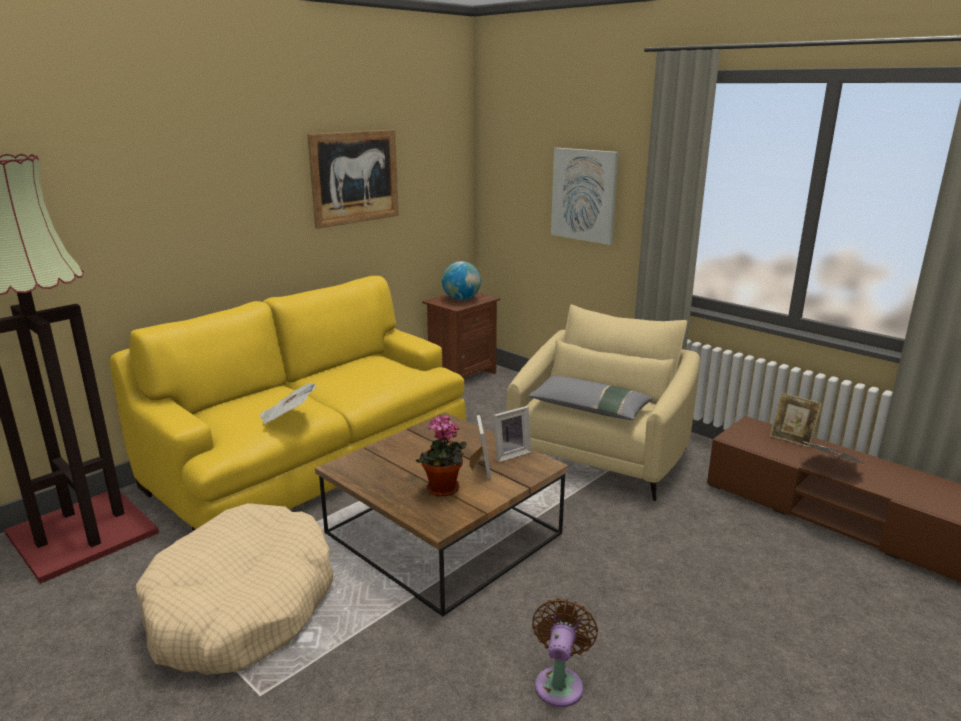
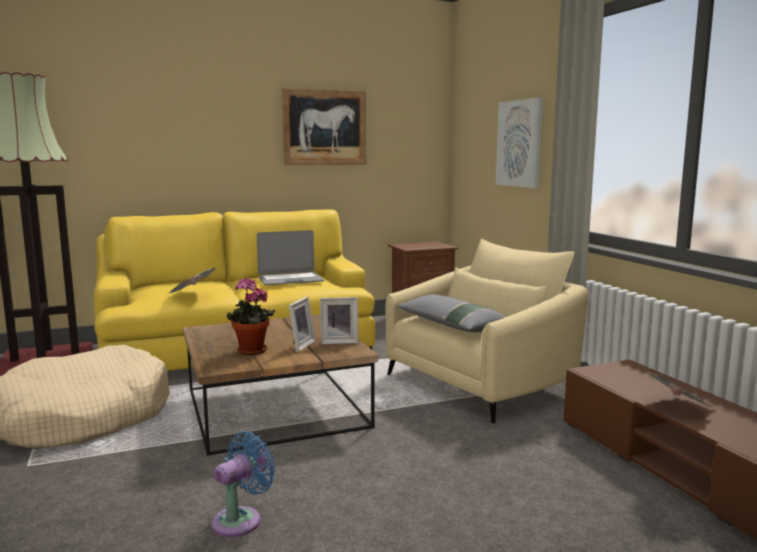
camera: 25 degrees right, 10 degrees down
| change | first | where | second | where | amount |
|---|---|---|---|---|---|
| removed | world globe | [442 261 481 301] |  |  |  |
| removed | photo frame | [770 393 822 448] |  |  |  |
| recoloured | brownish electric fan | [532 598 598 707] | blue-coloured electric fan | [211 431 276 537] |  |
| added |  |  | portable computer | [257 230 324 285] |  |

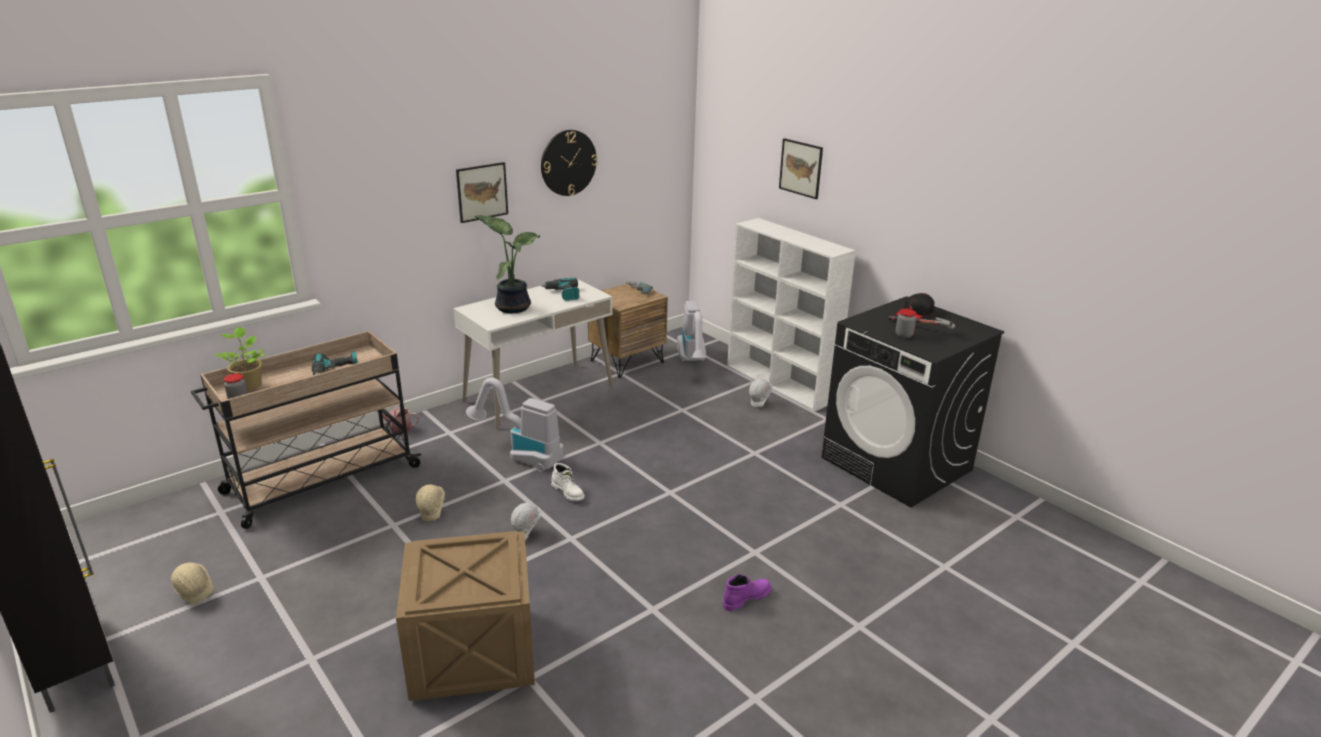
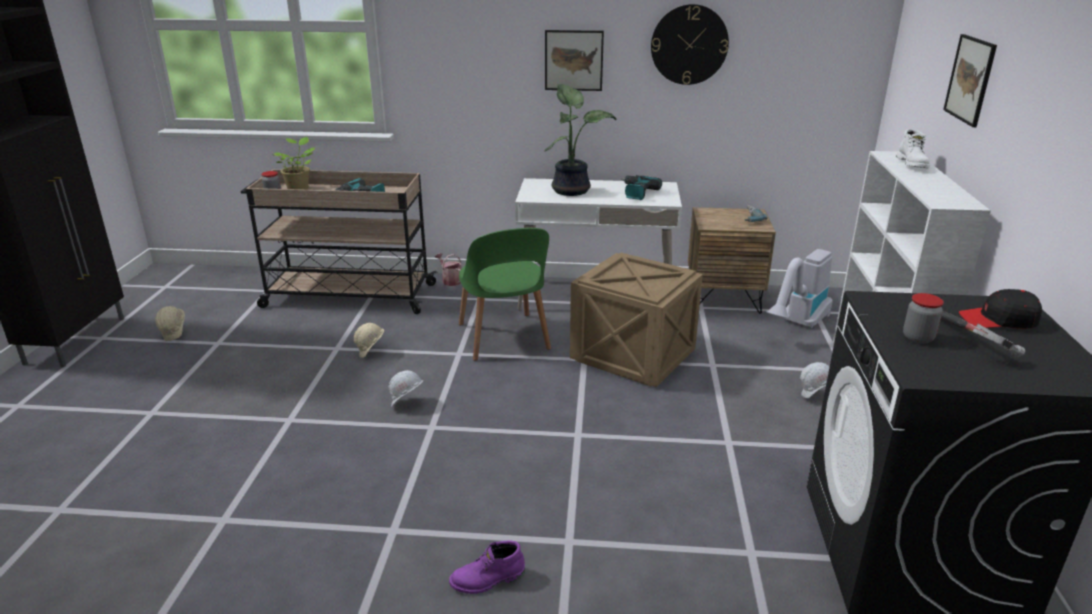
camera: 45 degrees right, 0 degrees up
| change | first | where | second | where | amount |
|---|---|---|---|---|---|
| replaced | hoover | [466 378 564 472] | green-coloured plain chair | [459 228 551 361] |  |
| moved | white tall boot | [551 463 585 501] |  | [896 129 930 168] |  |
| moved | packing crate | [396 531 535 701] |  | [570 253 703 387] |  |
| turned | purple-coloured tall boot | [723 574 772 611] |  | [449 540 525 594] | 150 degrees clockwise |

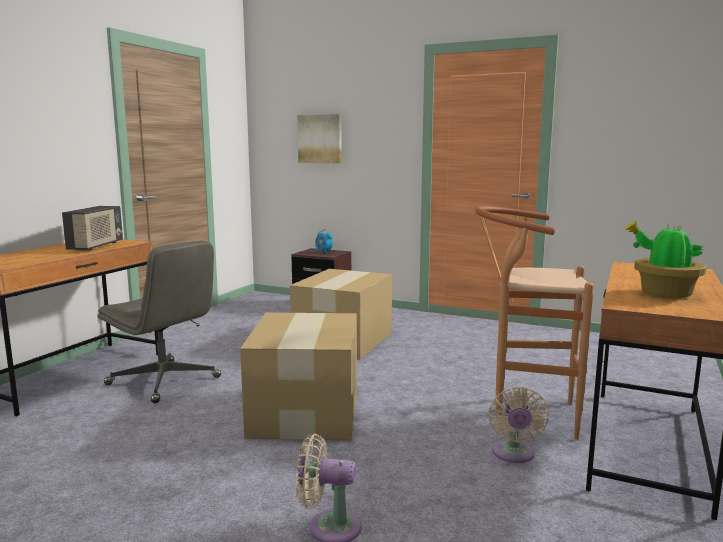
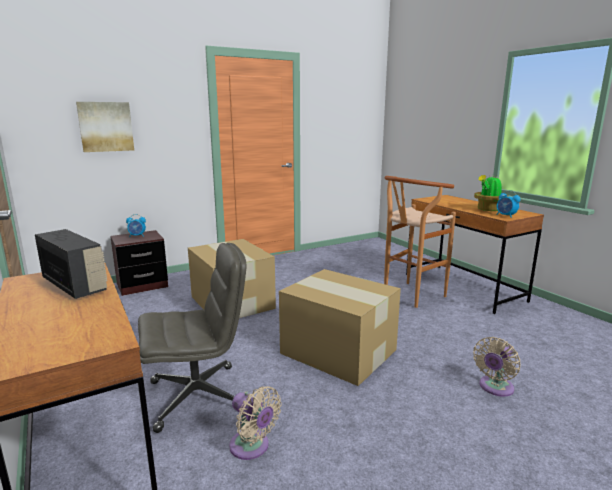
camera: 55 degrees left, 5 degrees up
| change | first | where | second | where | amount |
|---|---|---|---|---|---|
| moved | sand-coloured electric fan | [489 387 549 463] |  | [229 386 282 460] |  |
| added |  |  | bedside clock | [496 190 521 218] |  |

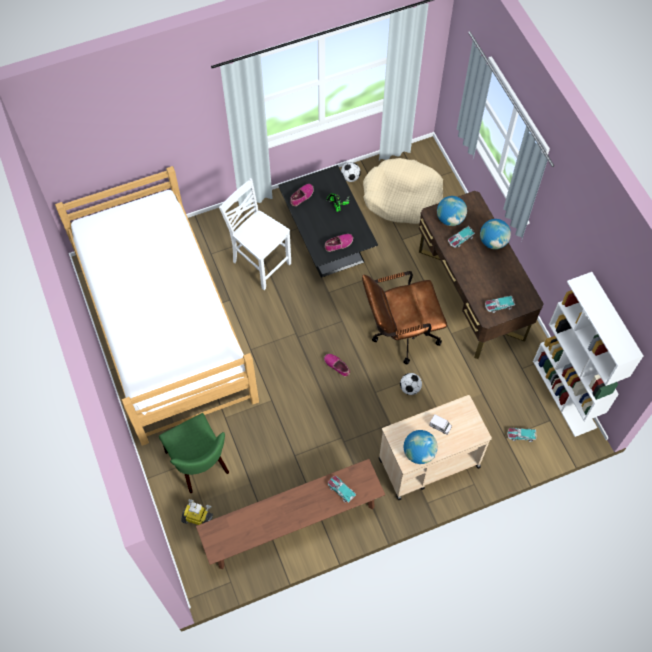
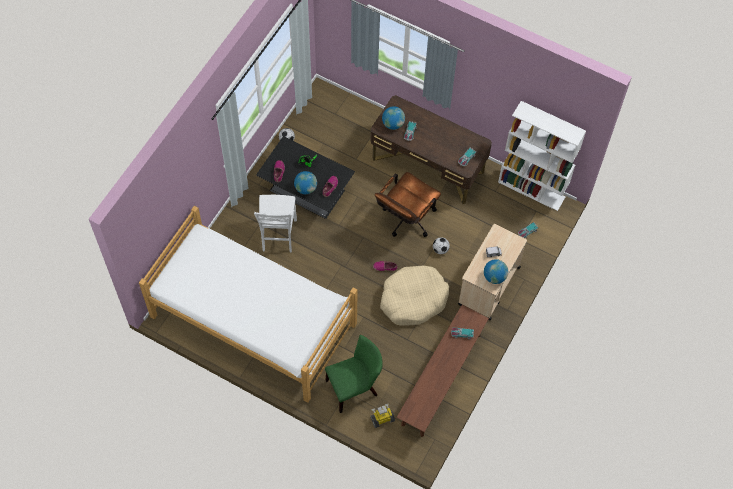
camera: 40 degrees left, 0 degrees up
| change | first | where | second | where | amount |
|---|---|---|---|---|---|
| moved | sand-coloured dog cushion | [363 158 443 224] |  | [380 266 449 326] |  |
| turned | white plain chair | [219 178 291 290] |  | [254 195 297 253] | 90 degrees counterclockwise |
| moved | world globe | [480 219 511 249] |  | [294 171 317 194] |  |
| turned | green-coloured plain chair | [159 413 229 493] |  | [325 335 383 413] | 45 degrees counterclockwise |

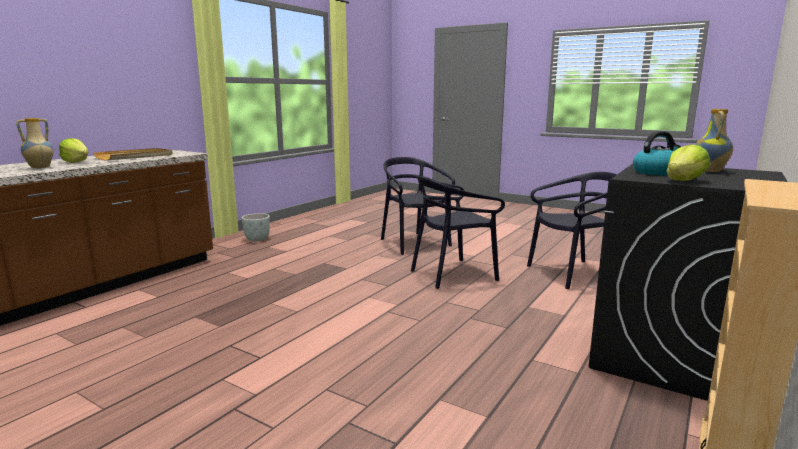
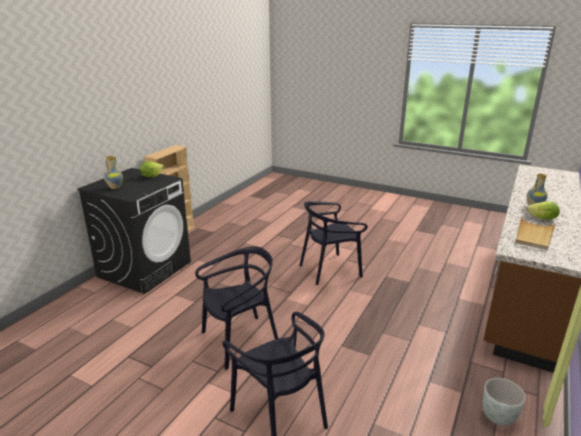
camera: 175 degrees right, 10 degrees up
| change | first | where | second | where | amount |
|---|---|---|---|---|---|
| removed | kettle | [633 131 681 175] |  |  |  |
| moved | blackish plain chair | [527 172 617 289] |  | [299 201 367 285] |  |

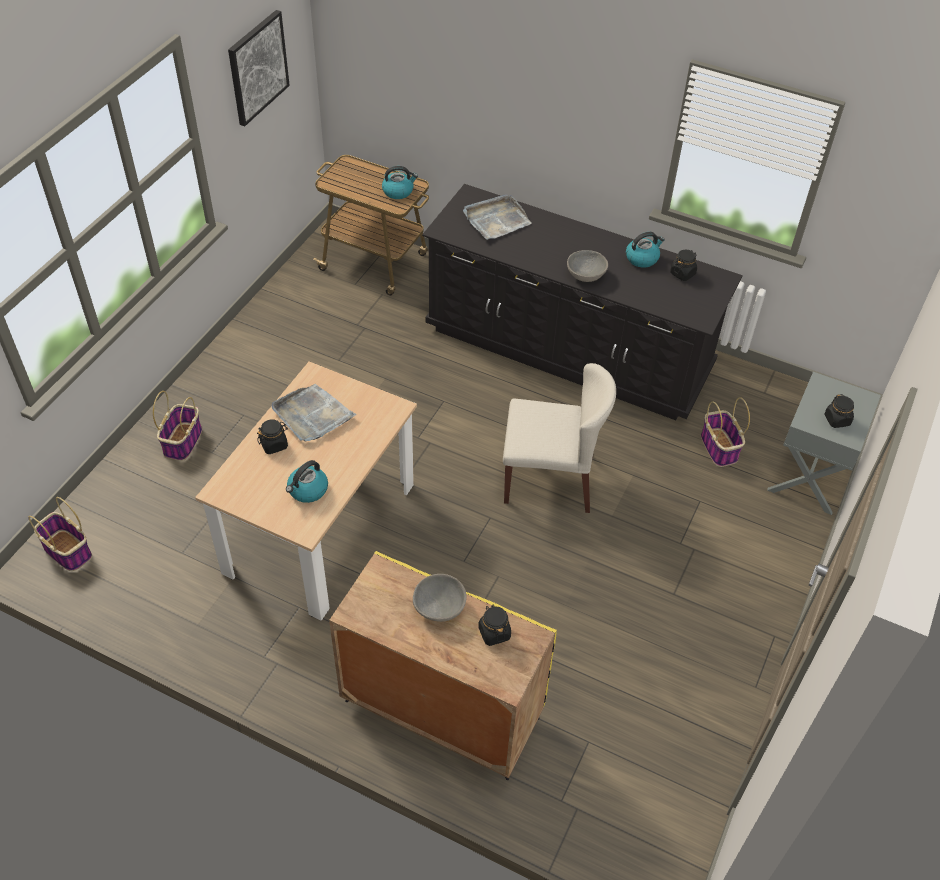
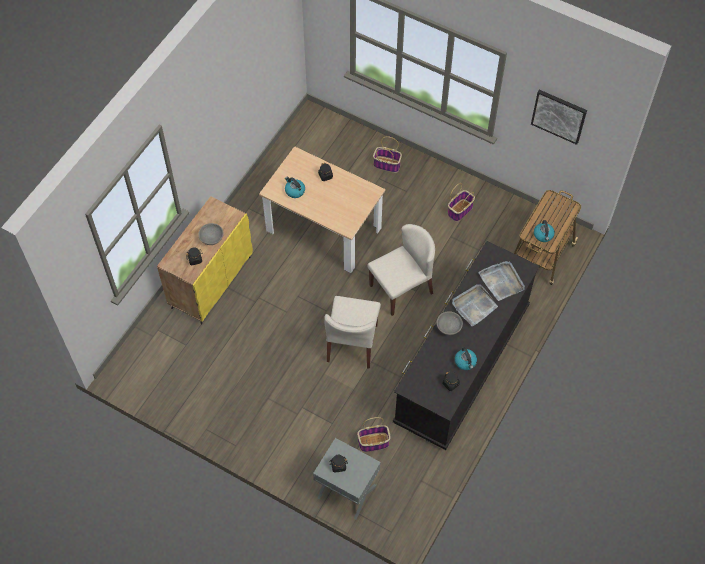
camera: 95 degrees right, 10 degrees up
| change | first | where | second | where | amount |
|---|---|---|---|---|---|
| moved | greyish tray | [272 384 357 442] |  | [452 284 498 327] |  |
| moved | basket | [28 497 92 571] |  | [448 183 475 222] |  |
| added |  |  | sand-coloured plain chair | [367 224 435 316] |  |

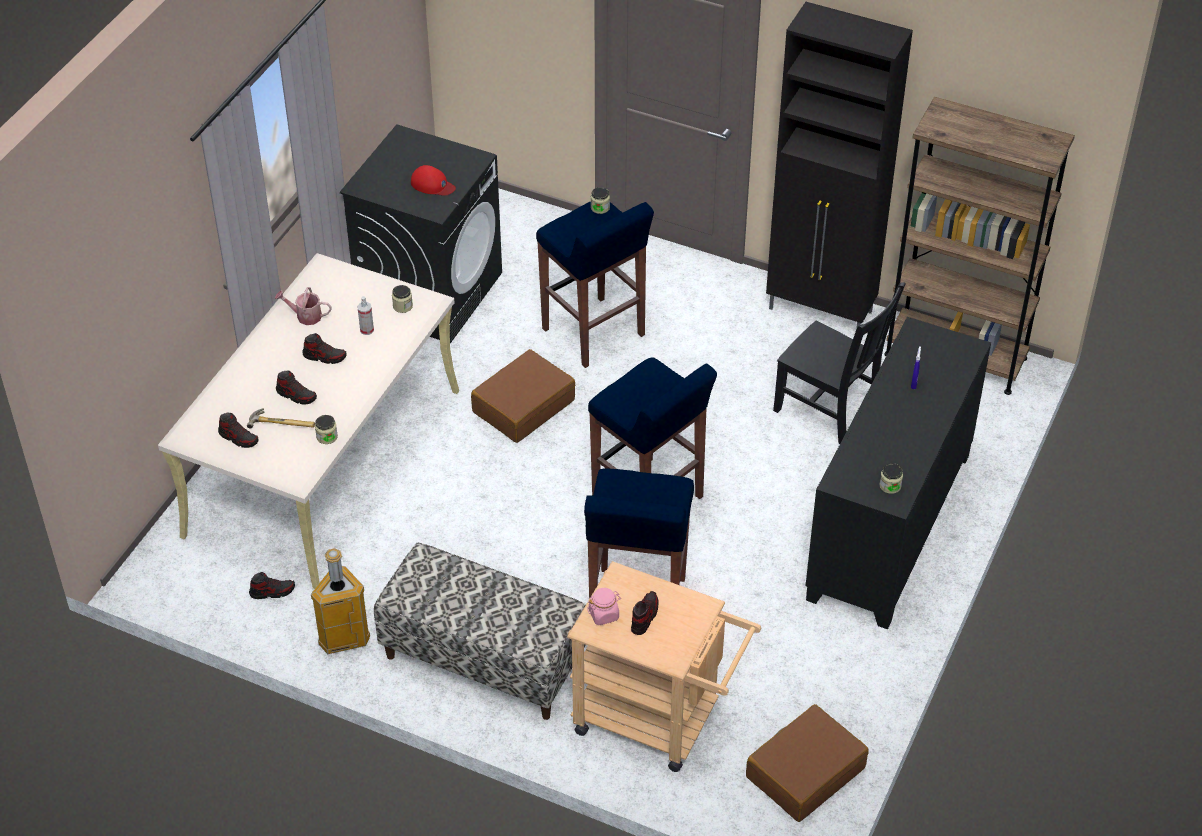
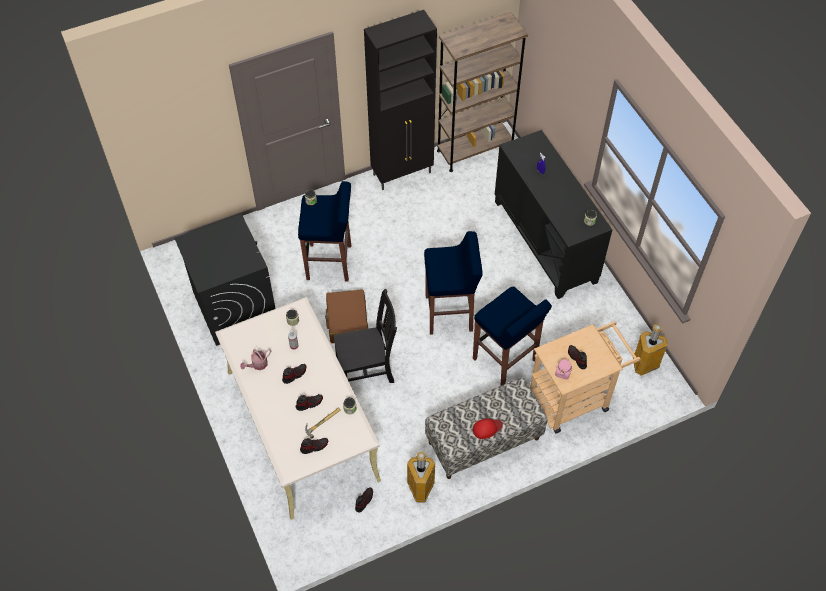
camera: 50 degrees left, 10 degrees up
| change | first | where | second | where | amount |
|---|---|---|---|---|---|
| moved | reddish baseball cap | [411 165 456 196] |  | [473 418 503 439] |  |
| moved | blackish plain chair | [773 283 906 444] |  | [333 289 397 383] |  |
| replaced | brownish suitcase | [746 704 869 822] | rubbish bin | [633 324 668 376] |  |

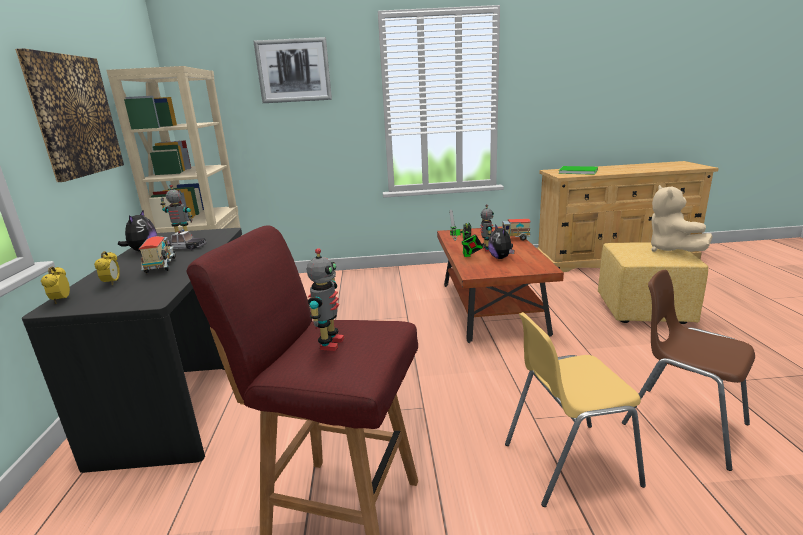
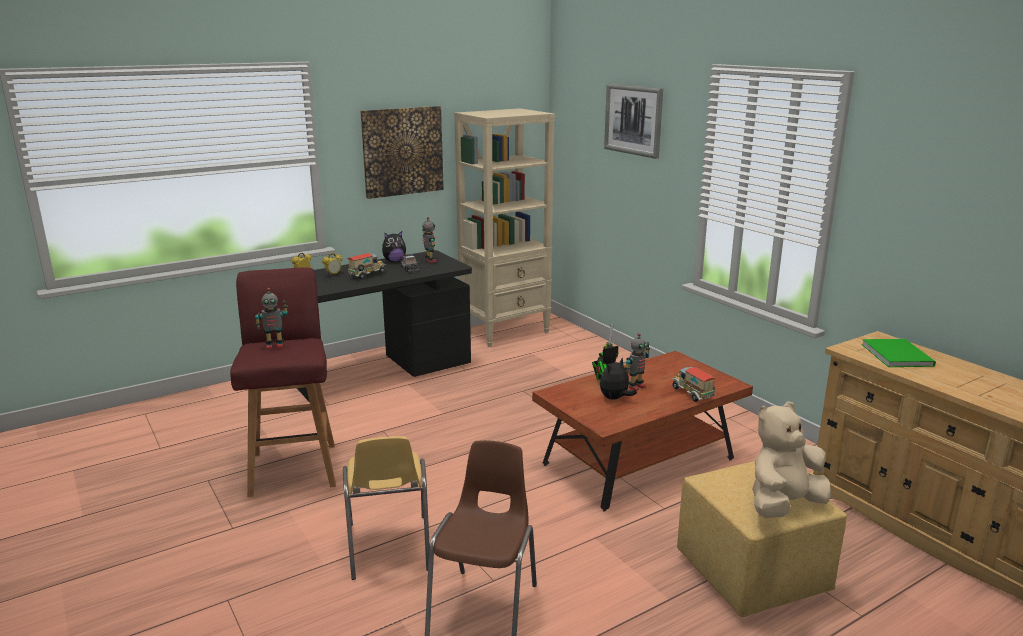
camera: 60 degrees right, 0 degrees up
| change | first | where | second | where | amount |
|---|---|---|---|---|---|
| turned | yellow-coloured plain chair | [505 312 646 507] |  | [343 436 430 580] | 150 degrees counterclockwise |

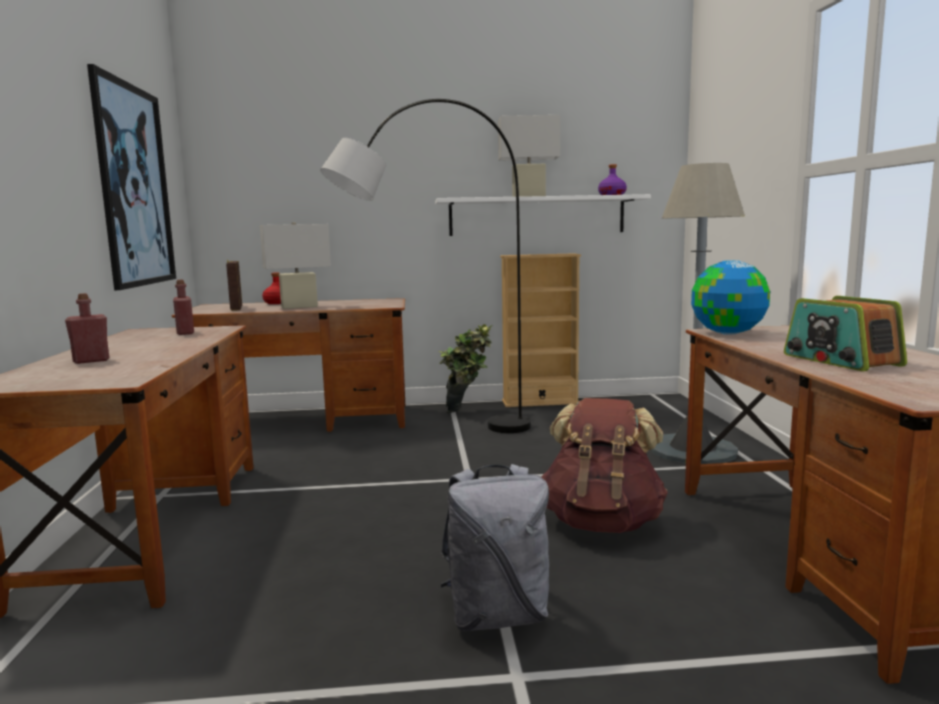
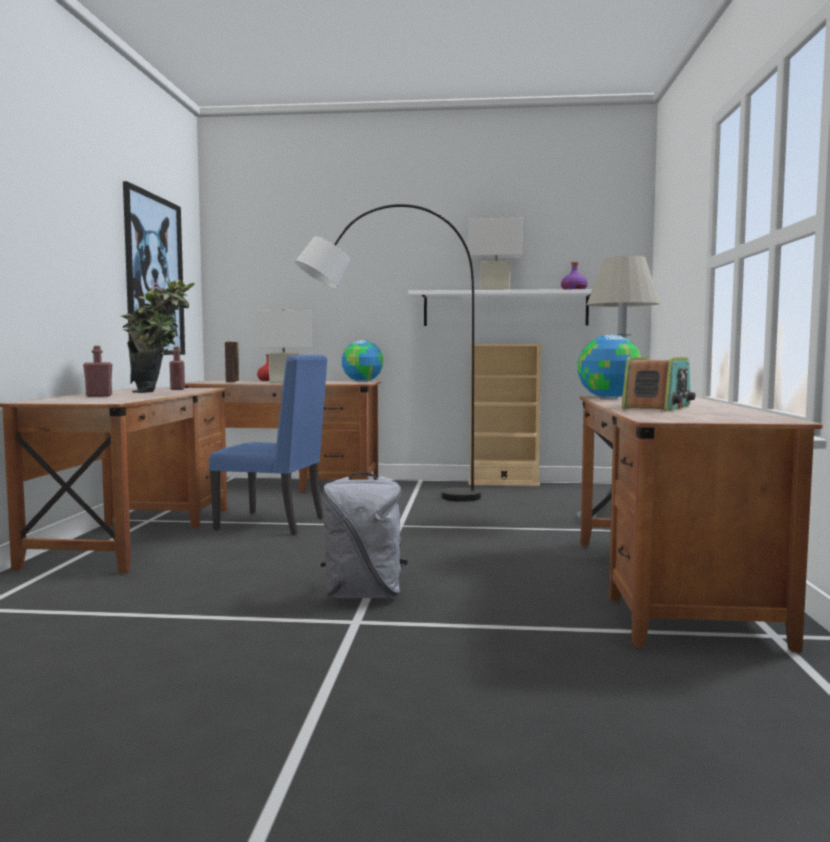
camera: 10 degrees right, 5 degrees down
| change | first | where | second | where | amount |
|---|---|---|---|---|---|
| turned | radio | [784 296 907 371] |  | [622 357 695 412] | 135 degrees counterclockwise |
| moved | plant in a pot | [439 324 493 413] |  | [121 277 195 393] |  |
| removed | brownish backpack | [542 398 668 533] |  |  |  |
| added |  |  | world globe | [342 340 383 382] |  |
| added |  |  | blue-coloured plain chair | [209 355 328 535] |  |

